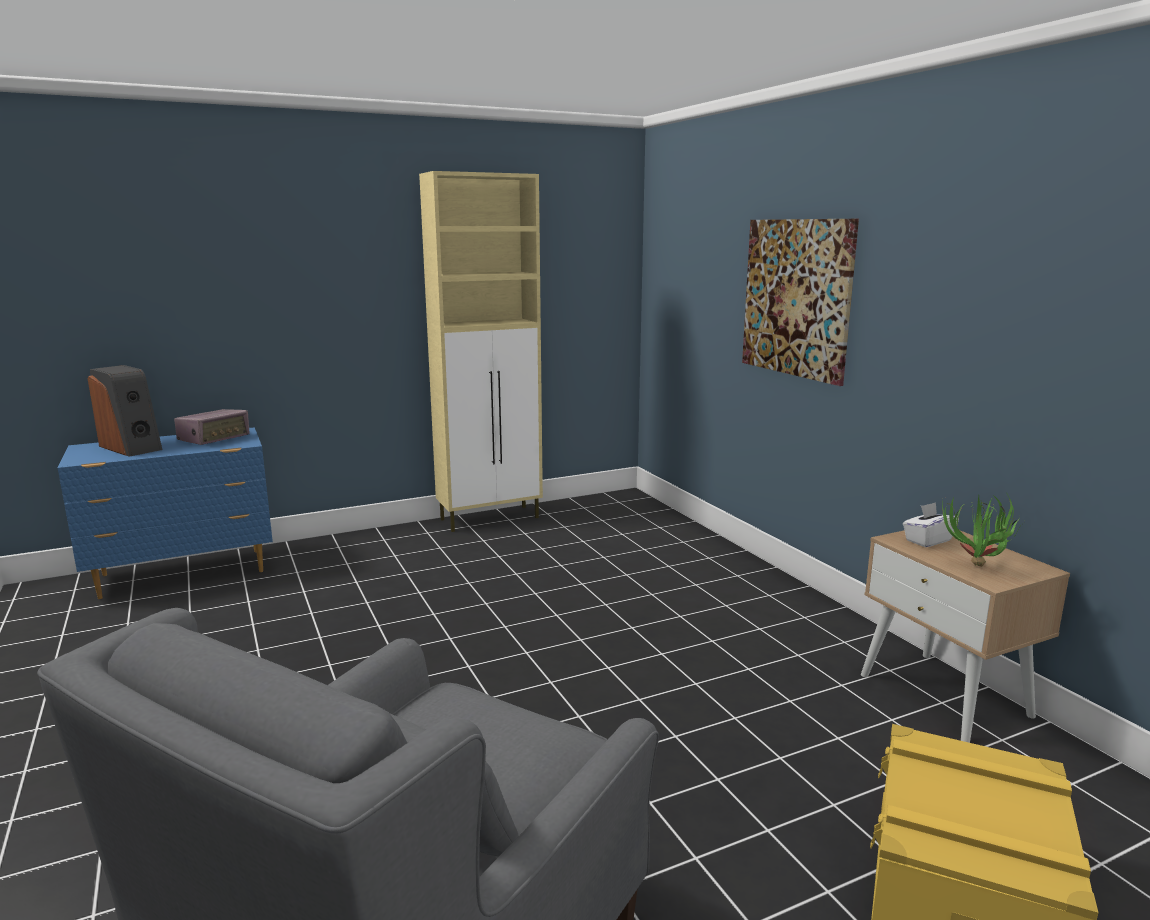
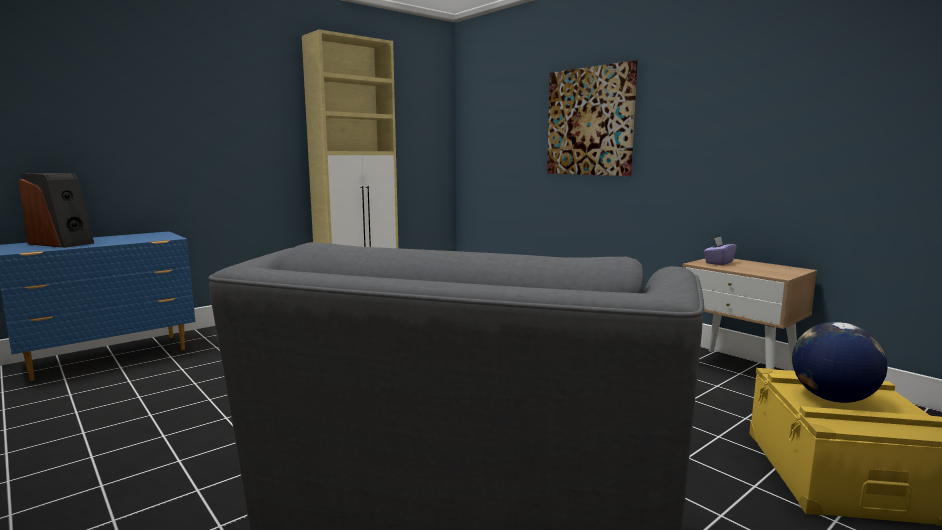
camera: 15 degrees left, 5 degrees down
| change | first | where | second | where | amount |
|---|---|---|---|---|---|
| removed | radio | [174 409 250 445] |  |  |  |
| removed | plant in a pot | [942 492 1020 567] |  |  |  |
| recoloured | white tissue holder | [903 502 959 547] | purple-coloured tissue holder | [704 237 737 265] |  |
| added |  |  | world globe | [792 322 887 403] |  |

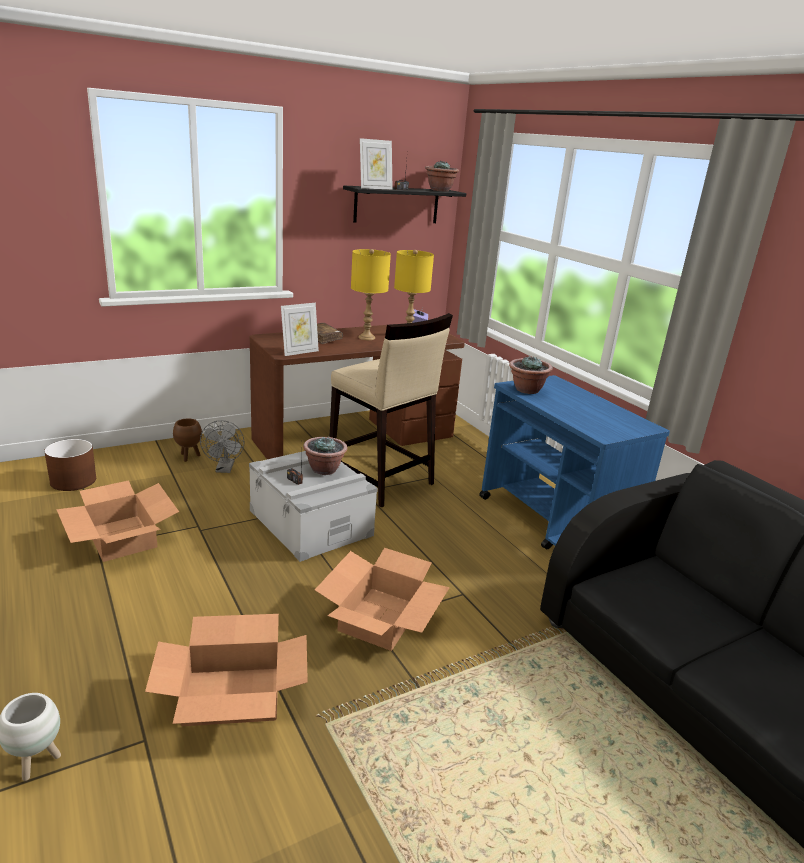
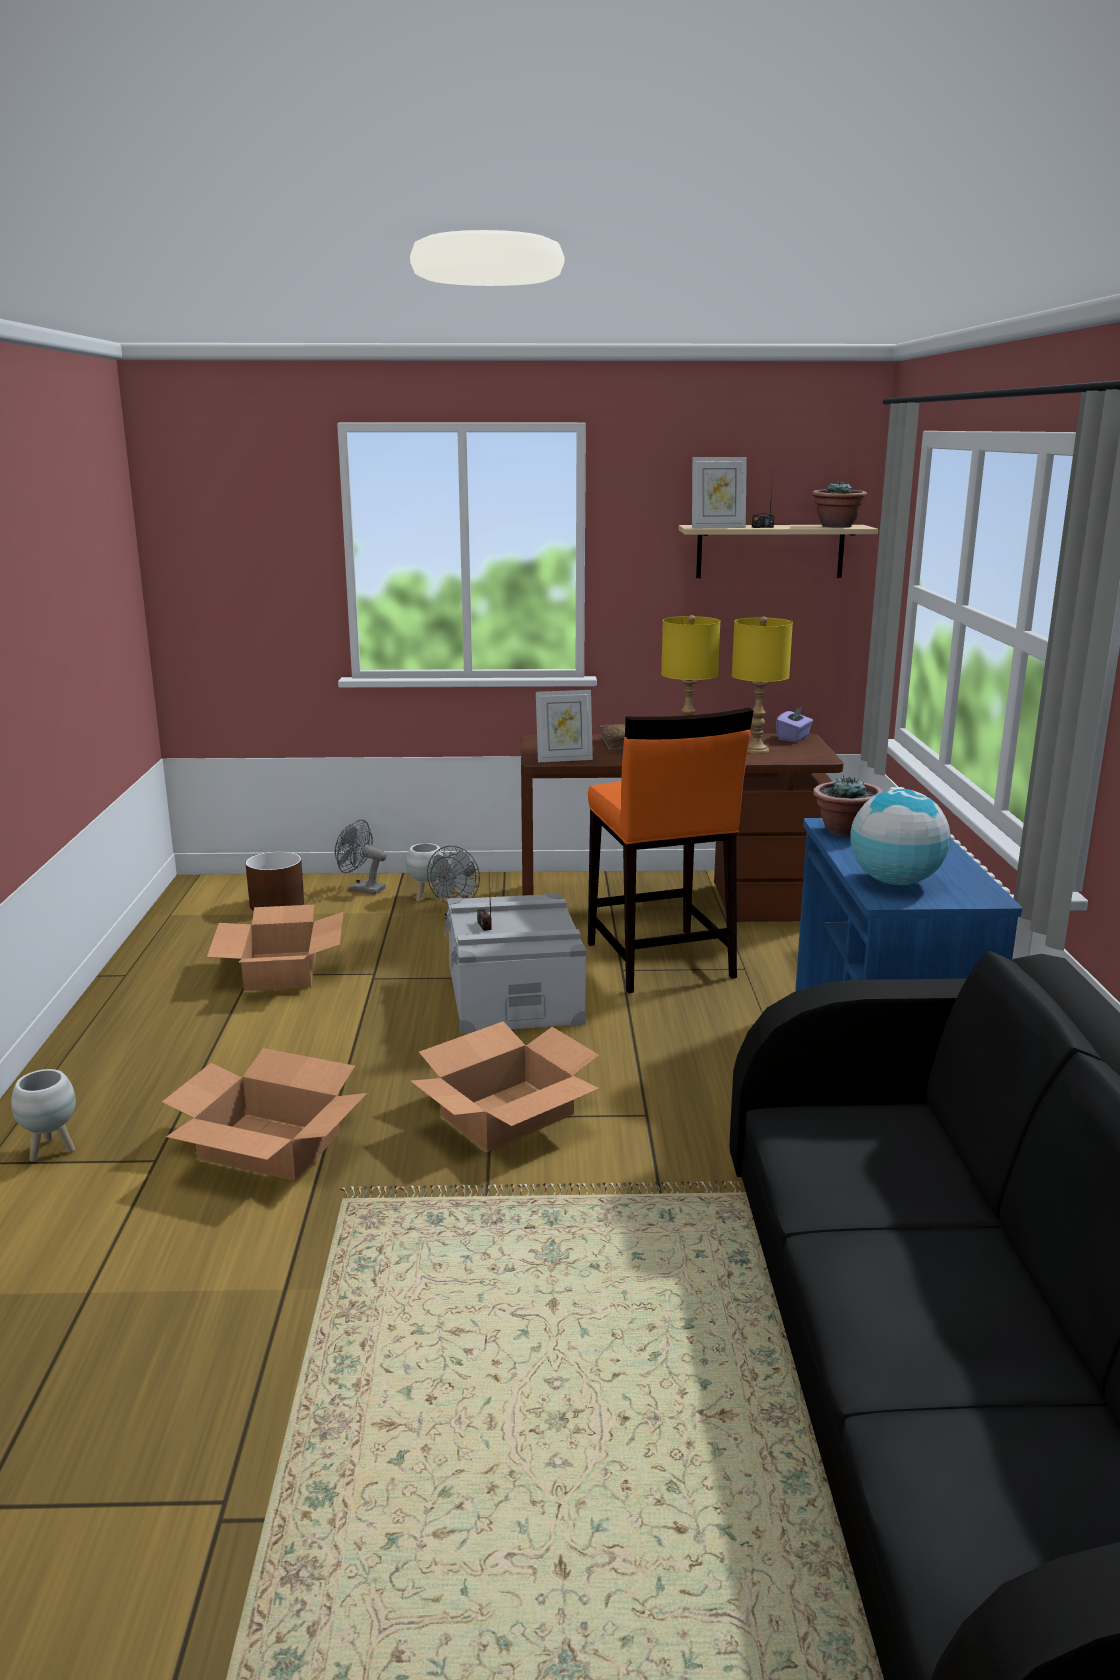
camera: 30 degrees right, 5 degrees down
| change | first | where | second | where | amount |
|---|---|---|---|---|---|
| recoloured | blackish shelf | [343 186 466 223] | sand-coloured shelf | [679 525 878 578] |  |
| recoloured | sand-coloured stool | [329 313 453 508] | orange-coloured stool | [588 707 753 993] |  |
| recoloured | brownish flower pot | [173 418 202 462] | white flower pot | [406 843 443 901] |  |
| removed | plant in a pot | [303 437 348 475] |  |  |  |
| added |  |  | world globe | [850 789 951 885] |  |
| added |  |  | greyish electric fan | [335 819 387 894] |  |

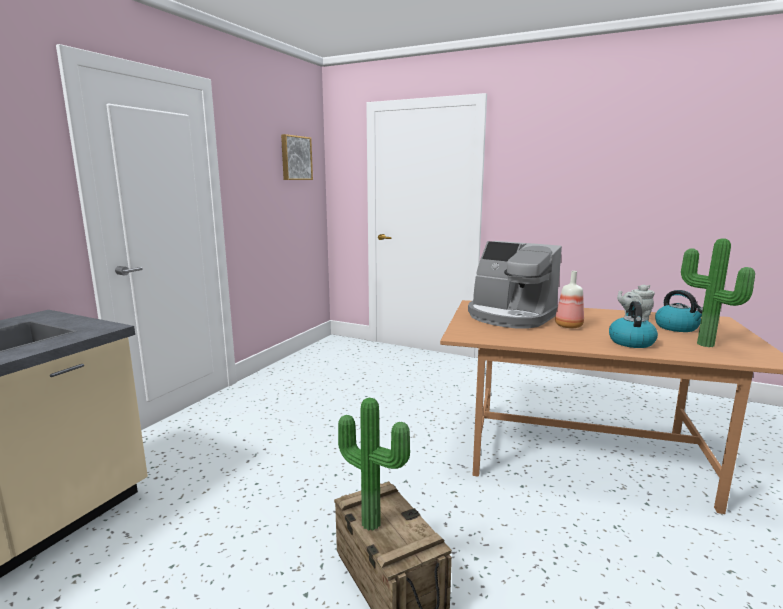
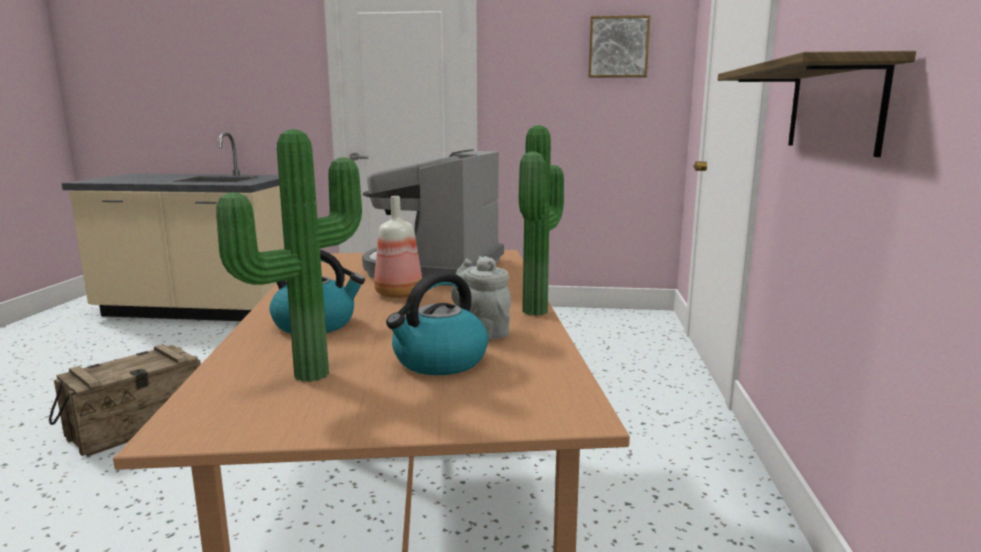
camera: 70 degrees right, 0 degrees up
| change | first | where | second | where | amount |
|---|---|---|---|---|---|
| moved | plant in a pot | [338 398 410 530] |  | [519 125 564 316] |  |
| added |  |  | shelf | [718 51 916 157] |  |

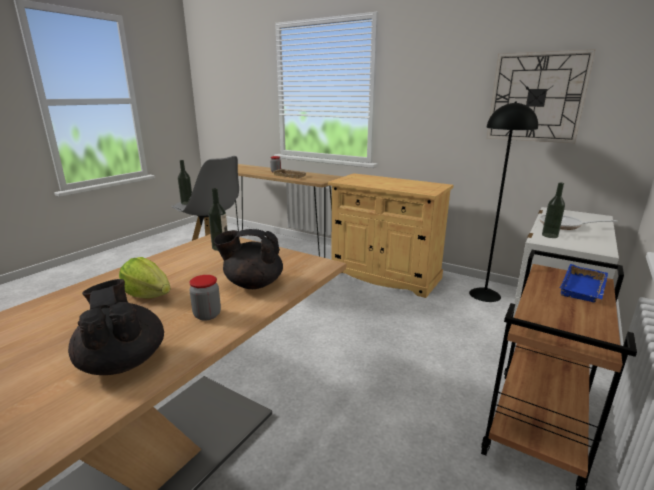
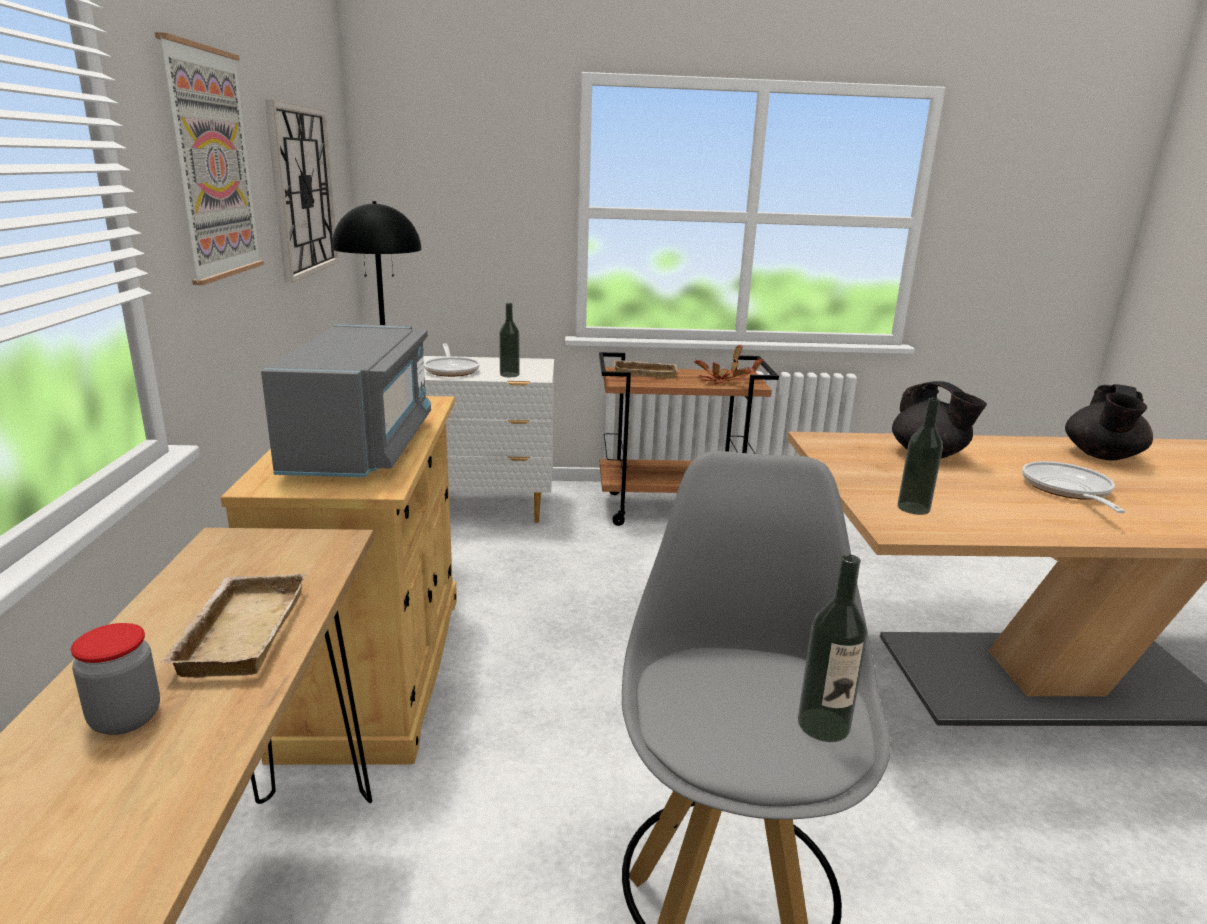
camera: 125 degrees left, 0 degrees up
| change | first | where | second | where | amount |
|---|---|---|---|---|---|
| replaced | head of lettuce | [119 257 171 299] | frying pan | [1022 461 1126 513] |  |
| recoloured | blue-coloured tray | [560 264 608 302] | sand-coloured tray | [613 360 677 378] |  |
| removed | storage jar | [189 275 221 321] |  |  |  |
| added |  |  | wall art | [155 32 264 285] |  |
| added |  |  | greyish microwave | [261 324 431 477] |  |
| added |  |  | plant in a pot | [694 345 764 384] |  |

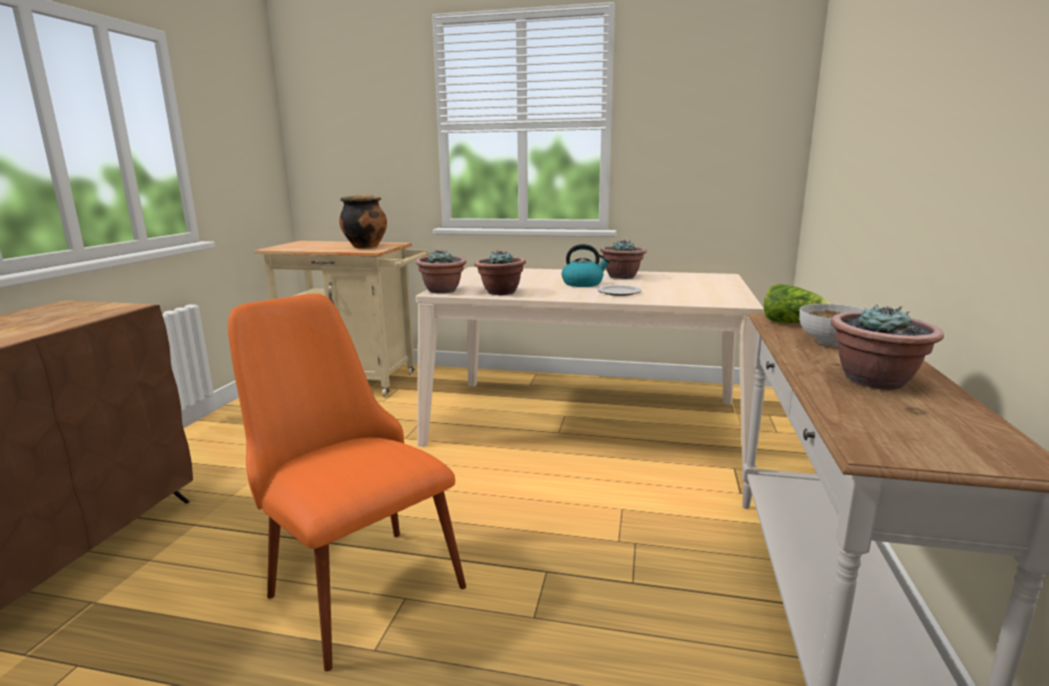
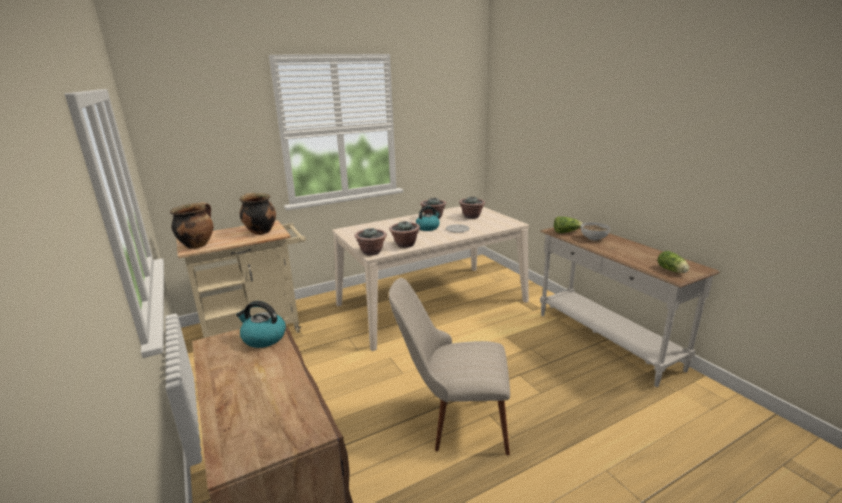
camera: 40 degrees left, 5 degrees up
| change | first | where | second | where | amount |
|---|---|---|---|---|---|
| recoloured | orange-coloured plain chair | [228 294 466 672] | sand-coloured plain chair | [389 278 510 456] |  |
| moved | plant in a pot | [831 304 944 390] |  | [459 196 485 219] |  |
| added |  |  | stockpot | [170 202 213 249] |  |
| added |  |  | head of lettuce | [658 251 689 273] |  |
| added |  |  | kettle | [236 301 286 348] |  |

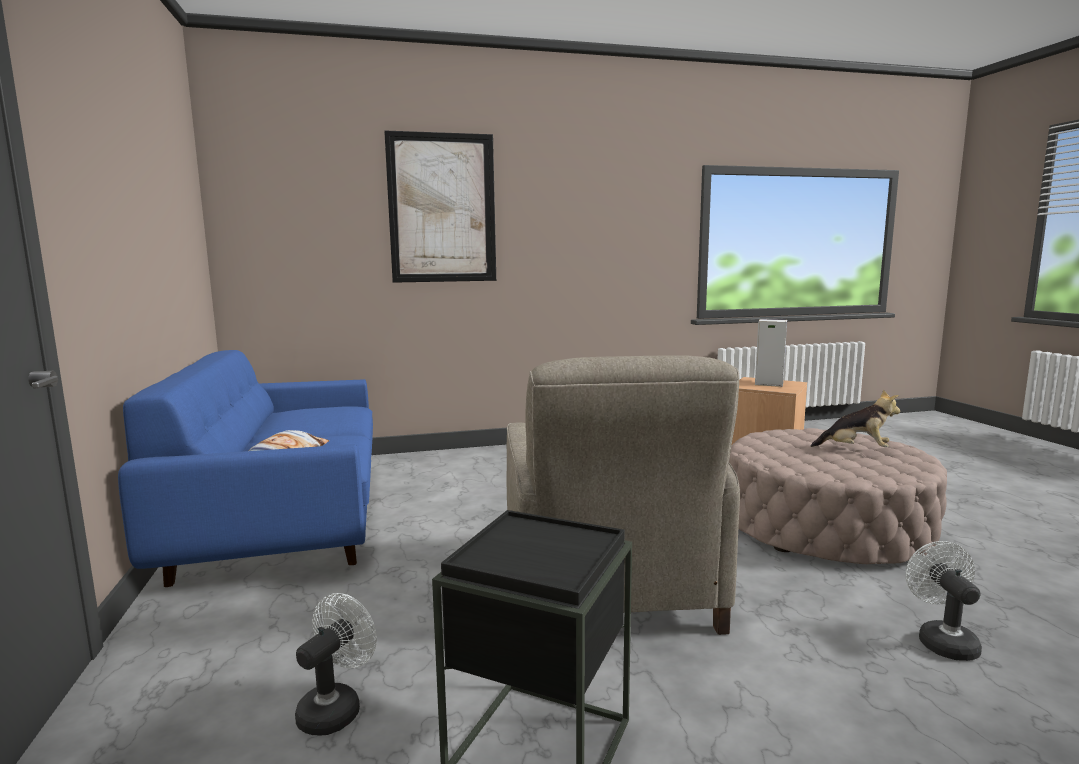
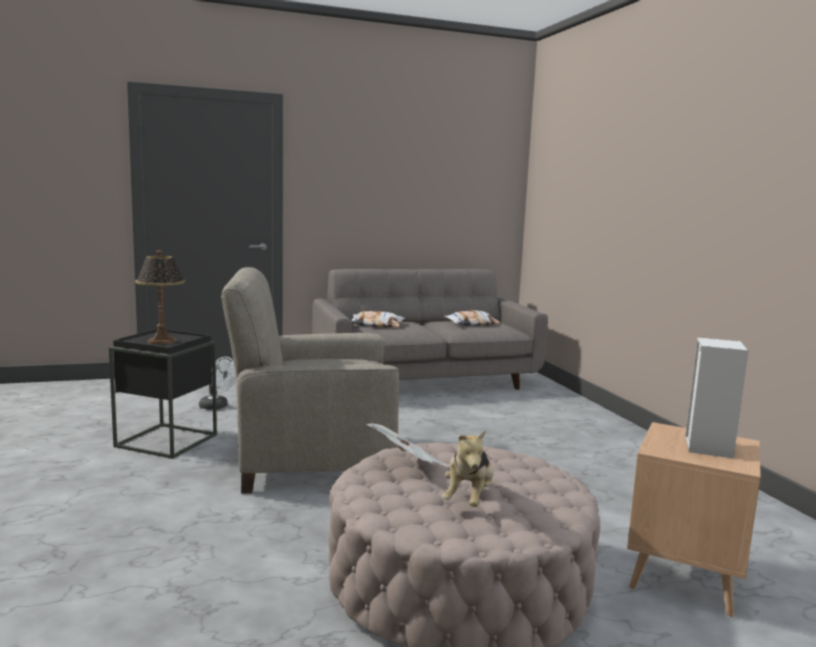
camera: 85 degrees right, 0 degrees up
| change | first | where | second | where | amount |
|---|---|---|---|---|---|
| removed | wall art | [384 130 496 283] |  |  |  |
| recoloured | blue-coloured settee | [118 350 373 587] | greyish settee | [312 269 548 390] |  |
| removed | white electric fan | [906 541 982 661] |  |  |  |
| added |  |  | table lamp | [135 250 185 345] |  |
| added |  |  | cushion | [444 310 501 326] |  |
| added |  |  | newspaper | [367 423 449 466] |  |

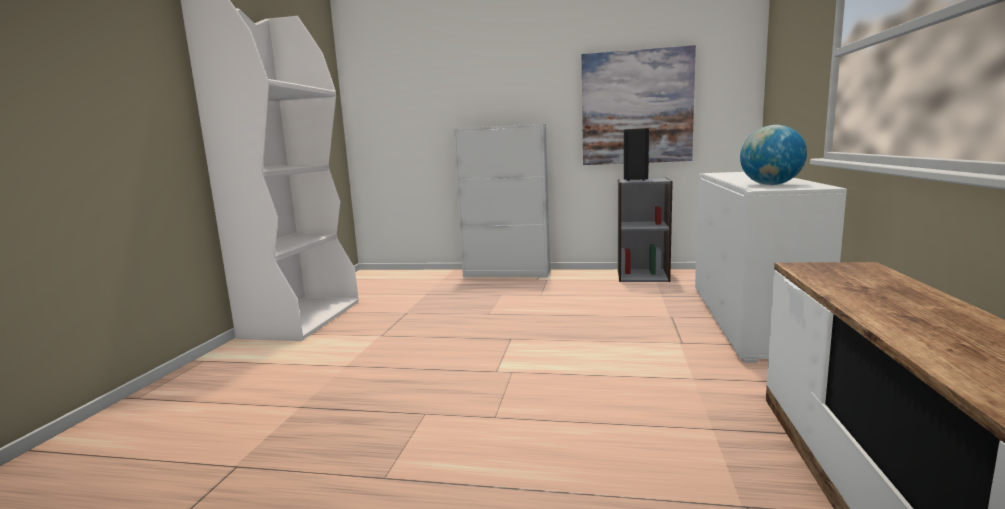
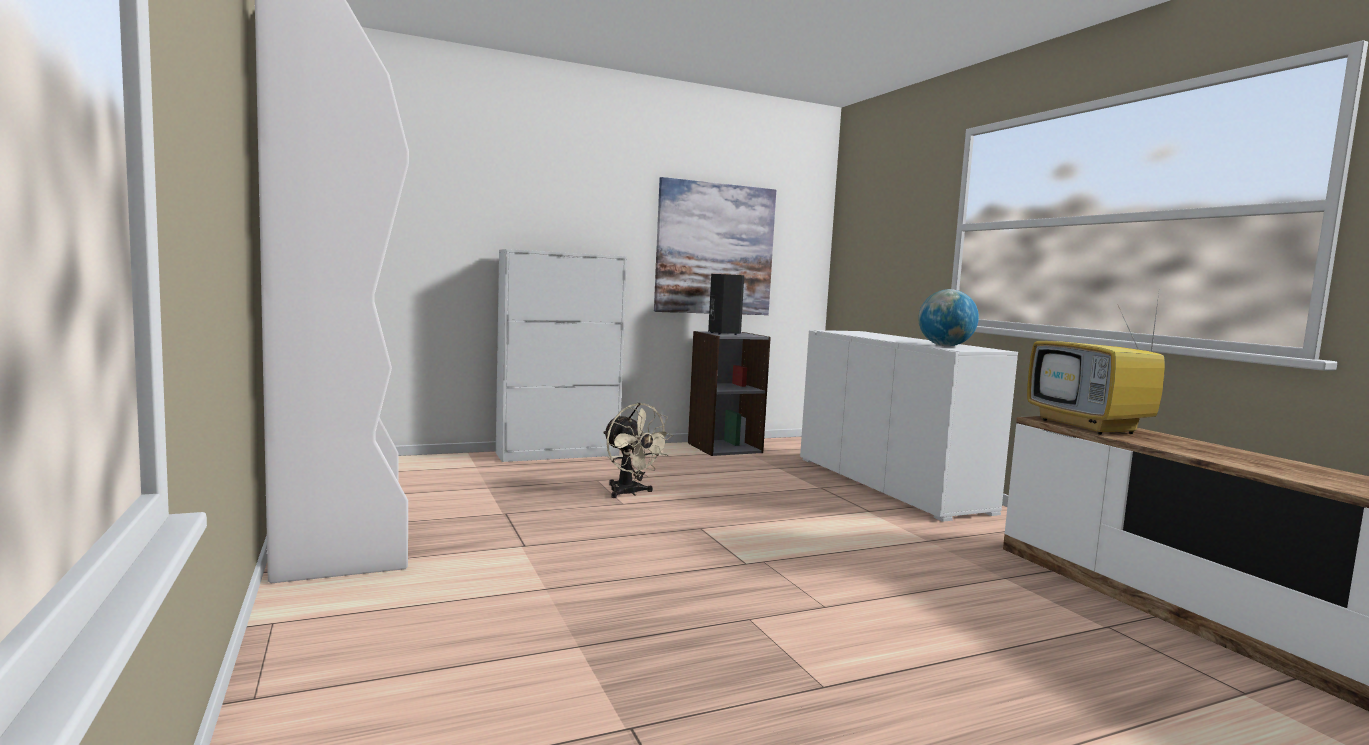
camera: 35 degrees left, 5 degrees down
| change | first | where | second | where | amount |
|---|---|---|---|---|---|
| added |  |  | TV set | [1027 294 1165 435] |  |
| added |  |  | sand-coloured electric fan | [603 403 673 498] |  |

